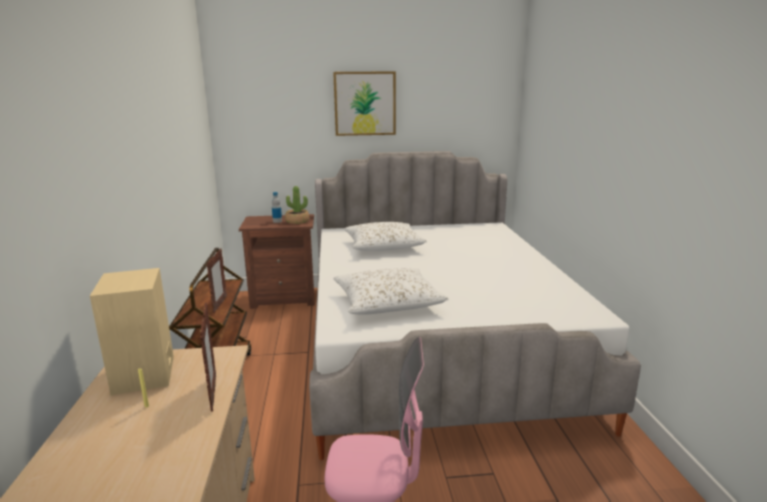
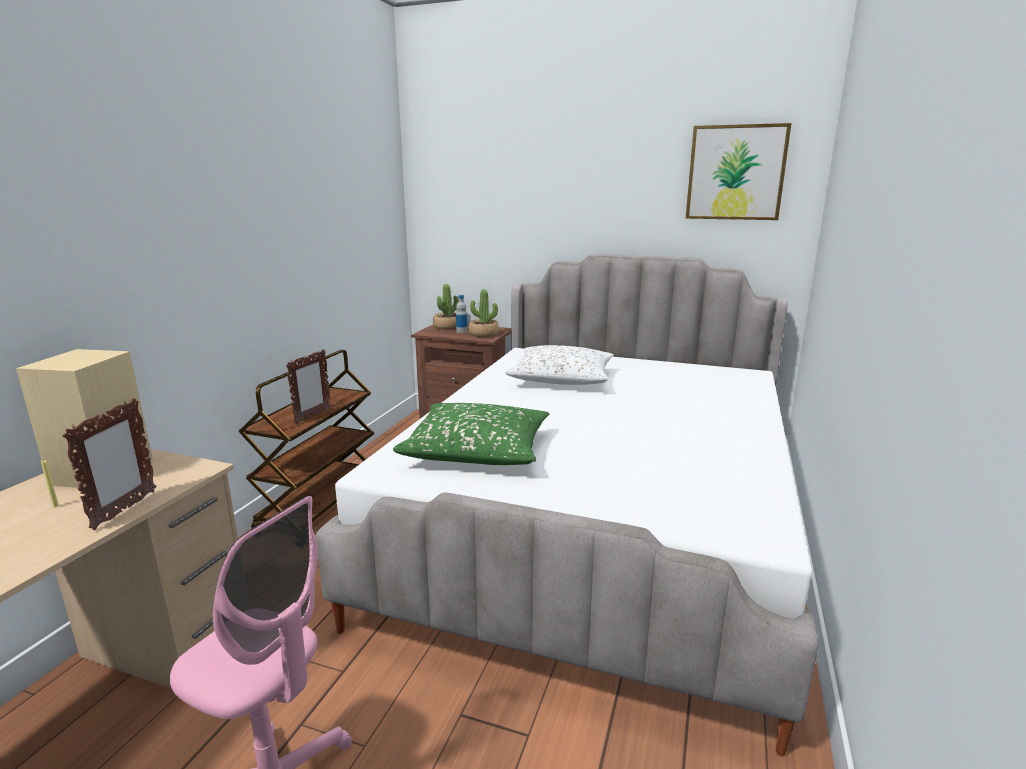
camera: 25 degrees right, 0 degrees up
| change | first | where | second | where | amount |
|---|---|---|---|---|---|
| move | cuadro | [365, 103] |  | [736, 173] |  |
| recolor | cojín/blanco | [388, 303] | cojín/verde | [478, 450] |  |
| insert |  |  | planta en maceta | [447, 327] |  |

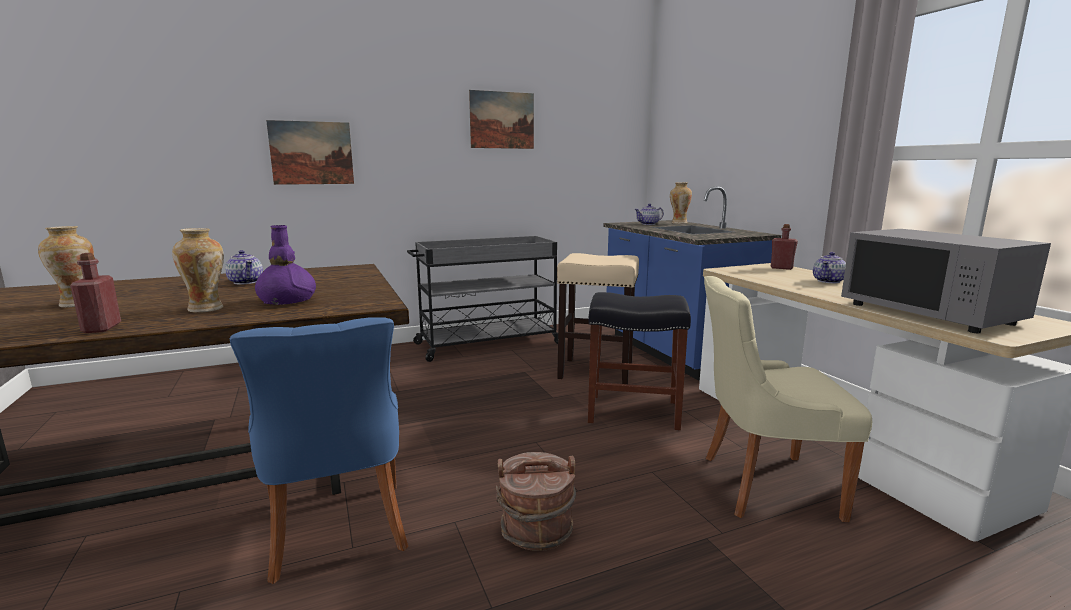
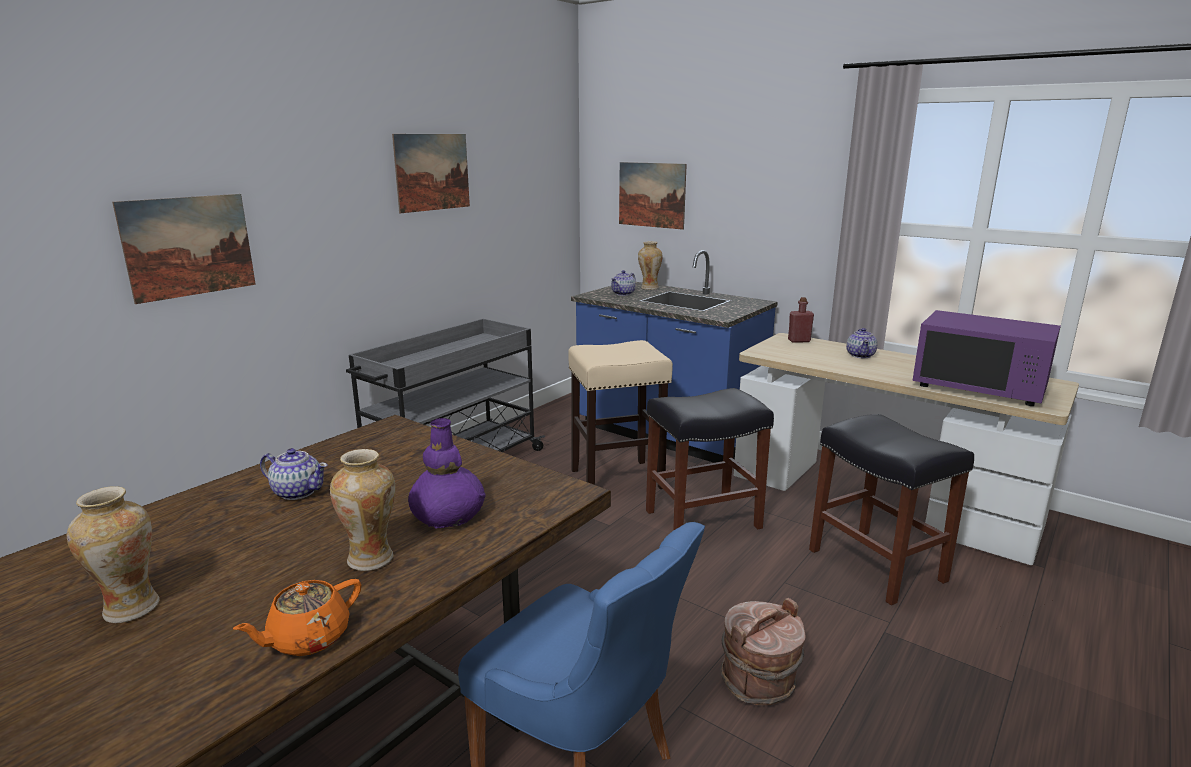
camera: 30 degrees left, 5 degrees up
| change | first | where | second | where | amount |
|---|---|---|---|---|---|
| replace | botella/rojo | [102, 328] | tetera/naranja | [308, 638] |  |
| replace | silla/beis | [763, 485] | taburete/negro | [874, 564] |  |
| recolor | microondas/gris | [929, 313] | microondas/morado | [979, 387] |  |
| insert |  |  | cuadro | [651, 195] |  |

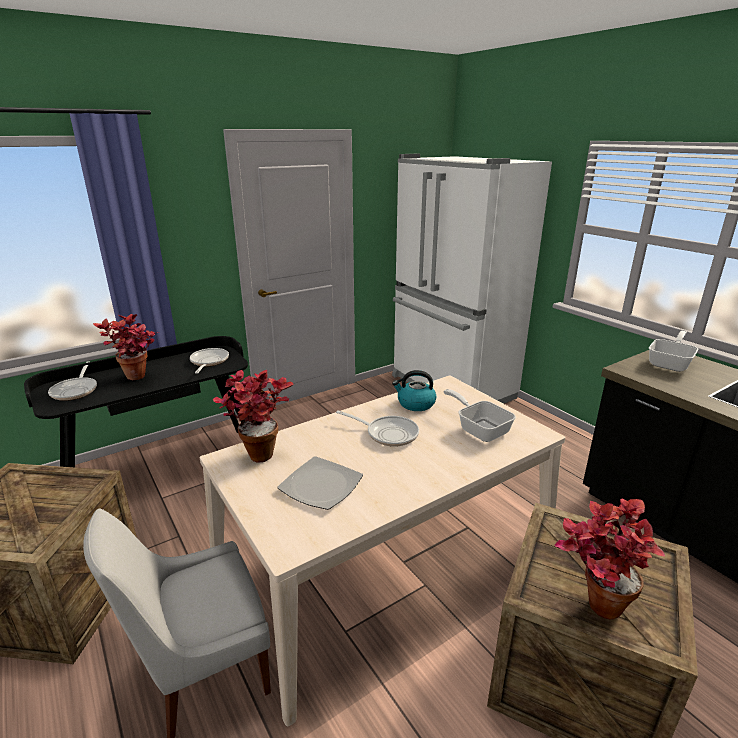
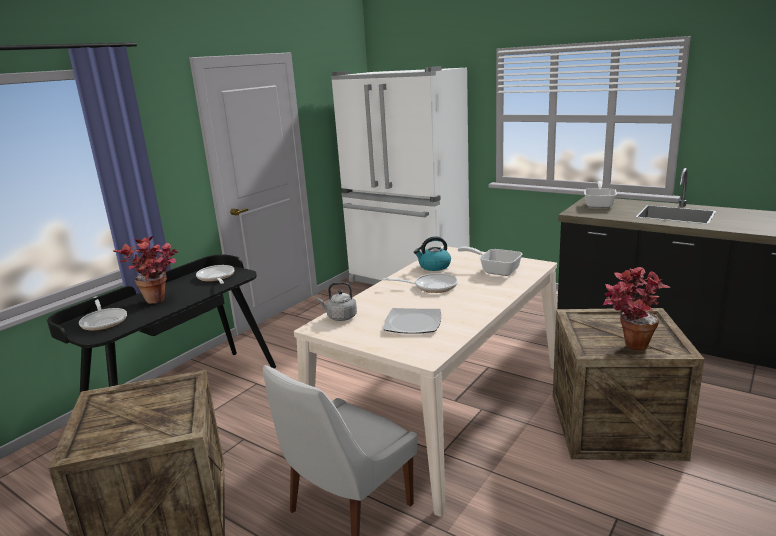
camera: 20 degrees left, 5 degrees down
| change | first | where | second | where | amount |
|---|---|---|---|---|---|
| replace | planta en maceta | [258, 451] | hervidor/gris | [340, 317] |  |

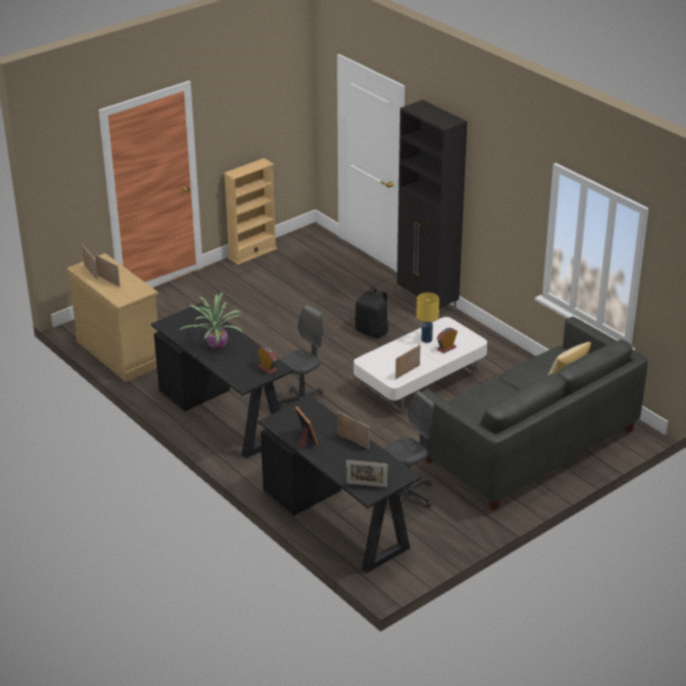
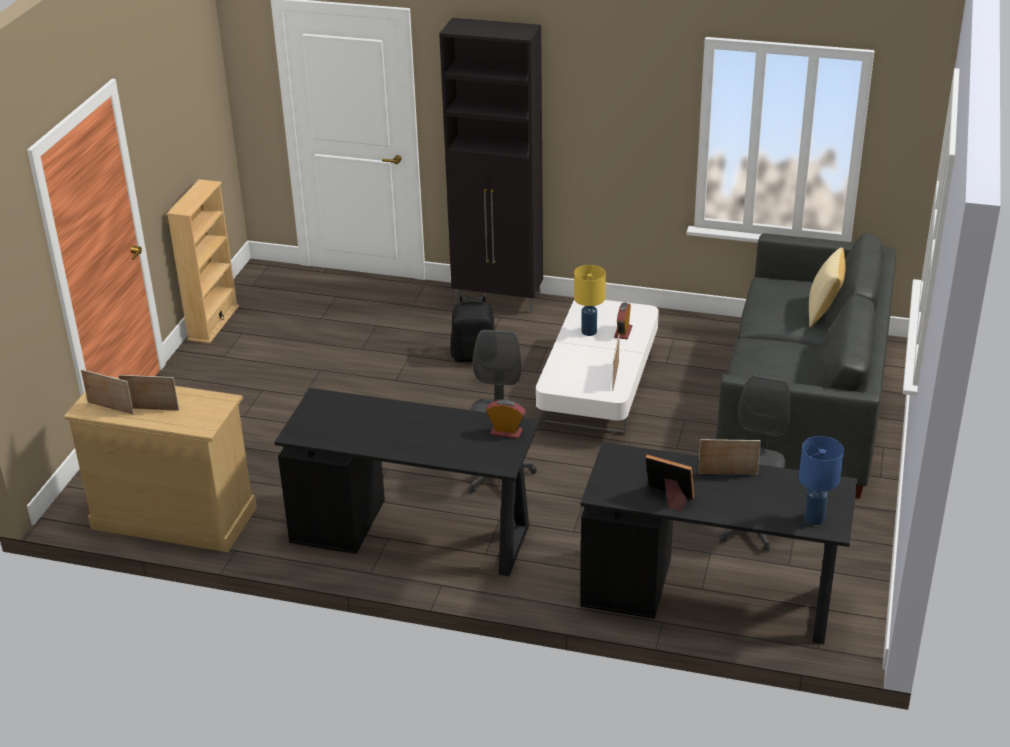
camera: 35 degrees left, 0 degrees up
| change | first | where | second | where | amount |
|---|---|---|---|---|---|
| delete | planta en maceta | [216, 345] |  |  |  |
| replace | portarretratos | [366, 485] | lámpara de mesa/azul | [814, 518] |  |

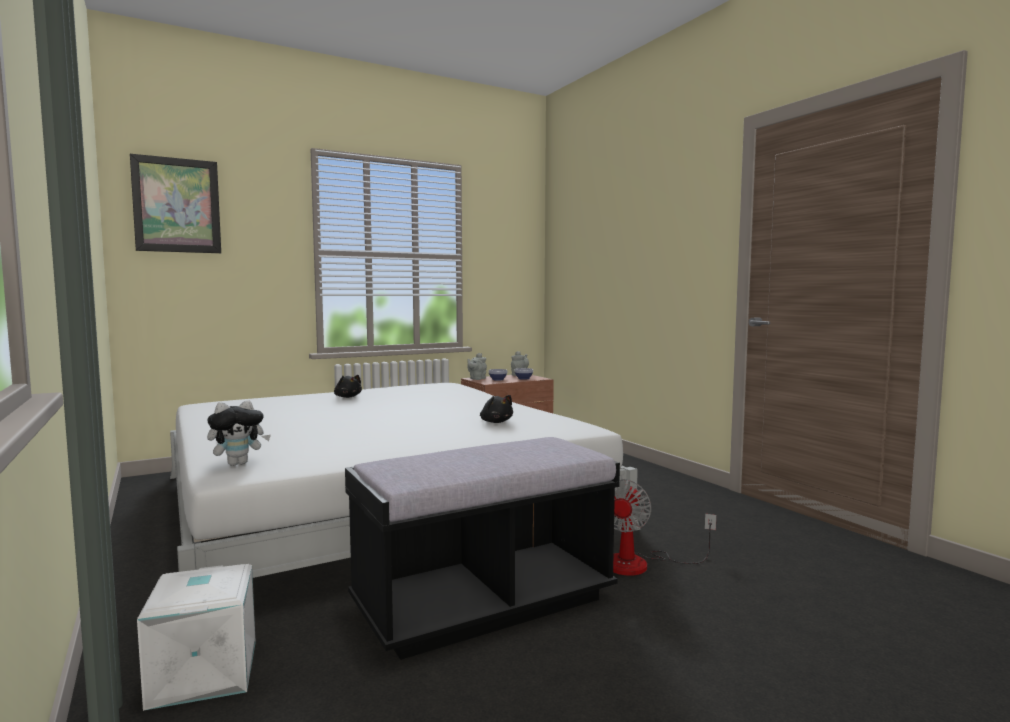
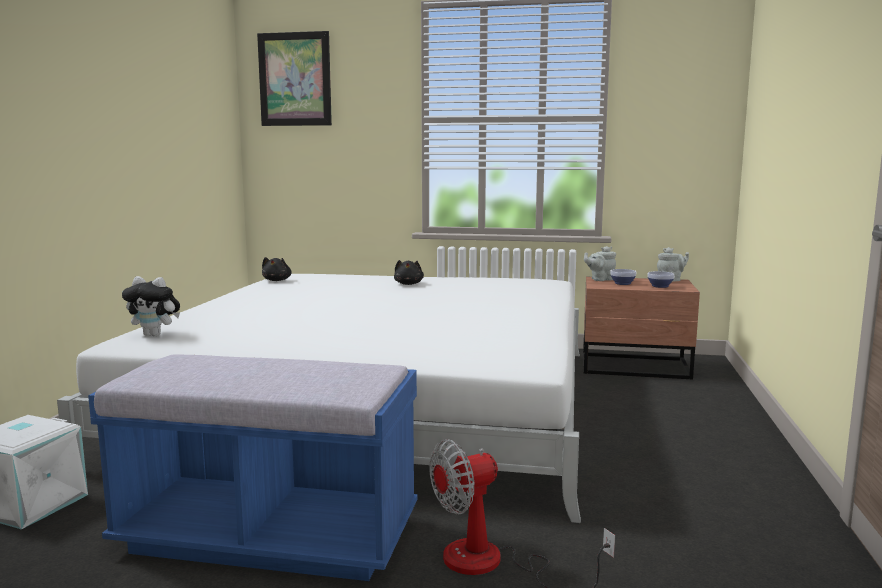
camera: 40 degrees right, 5 degrees up
| change | first | where | second | where | amount |
|---|---|---|---|---|---|
| recolor | banco/negro | [484, 604] | banco/azul | [269, 536] |  |
| move | peluche/negro | [496, 422] |  | [277, 280] |  |

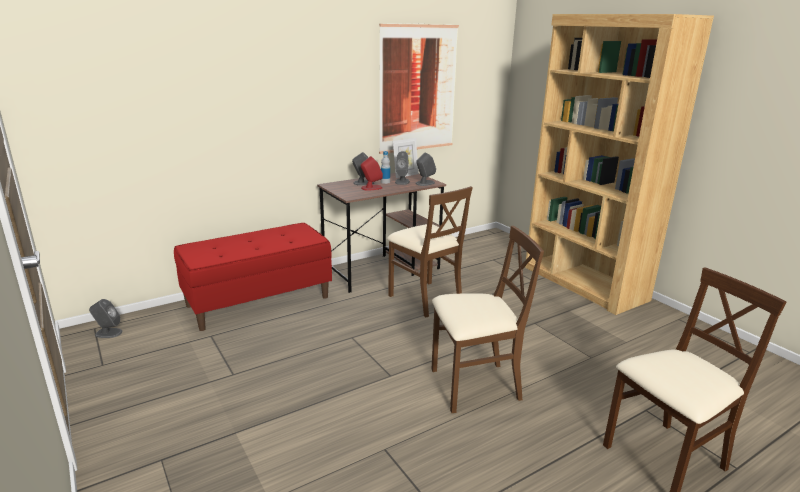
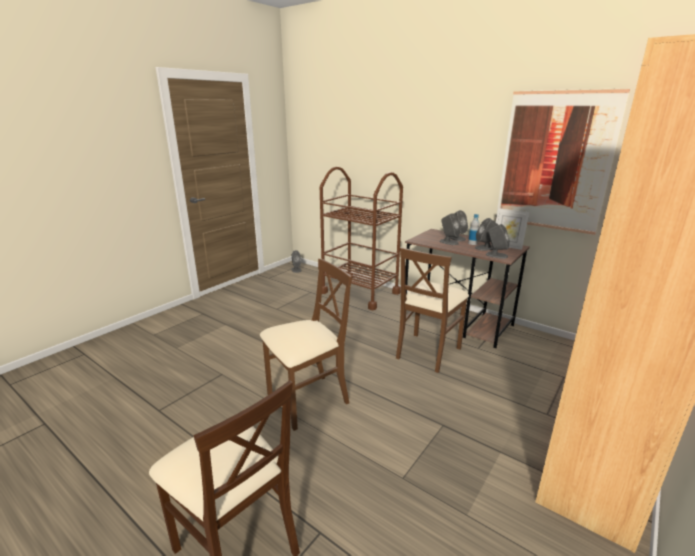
camera: 70 degrees right, 0 degrees up
| change | first | where | second | where | amount |
|---|---|---|---|---|---|
| replace | banco/rojo | [258, 301] | carrito/marrón | [360, 292] |  |
| recolor | altavoz/rojo | [371, 188] | altavoz/gris | [448, 242] |  |
| rotate | silla/marrón | [474, 386] |  | [307, 400] | 90 degrees counterclockwise |

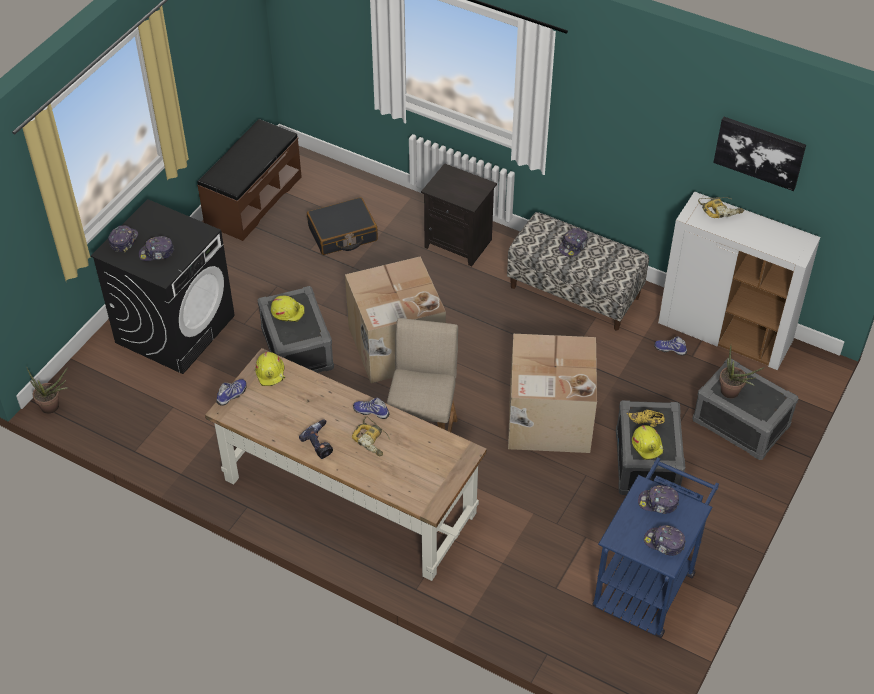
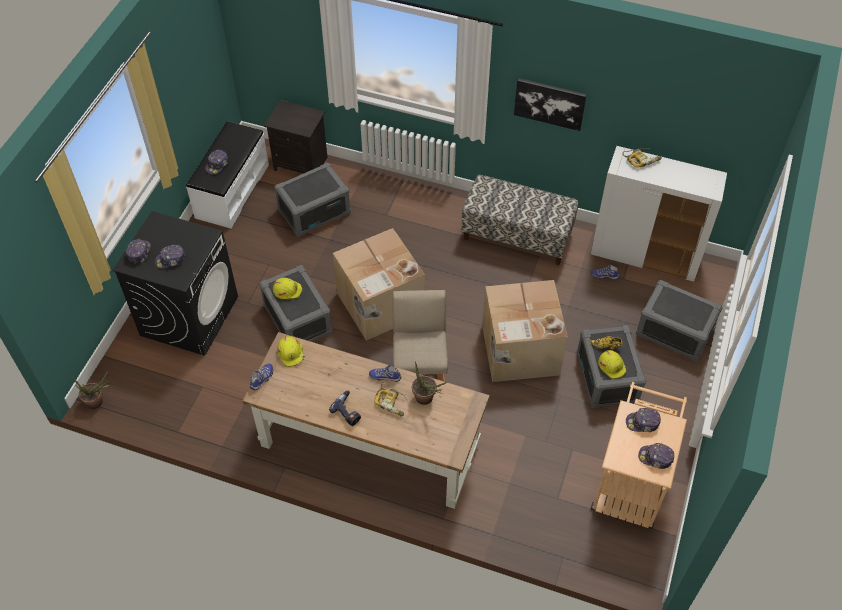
camera: 10 degrees left, 5 degrees up
| change | first | where | second | where | amount |
|---|---|---|---|---|---|
| recolor | banco/marrón | [252, 200] | banco/blanco | [231, 191] |  |
| replace | maleta/negro | [342, 234] | caja de almacenaje/gris | [314, 211] |  |
| move | mesita de noche/negro | [459, 243] |  | [301, 163] |  |
| move | gorra | [573, 246] |  | [217, 165] |  |
| recolor | carrito/azul | [647, 582] | carrito/beis | [630, 481] |  |
| move | cuadro | [759, 152] |  | [550, 103] |  |
| move | planta en maceta | [732, 394] |  | [427, 400] |  |

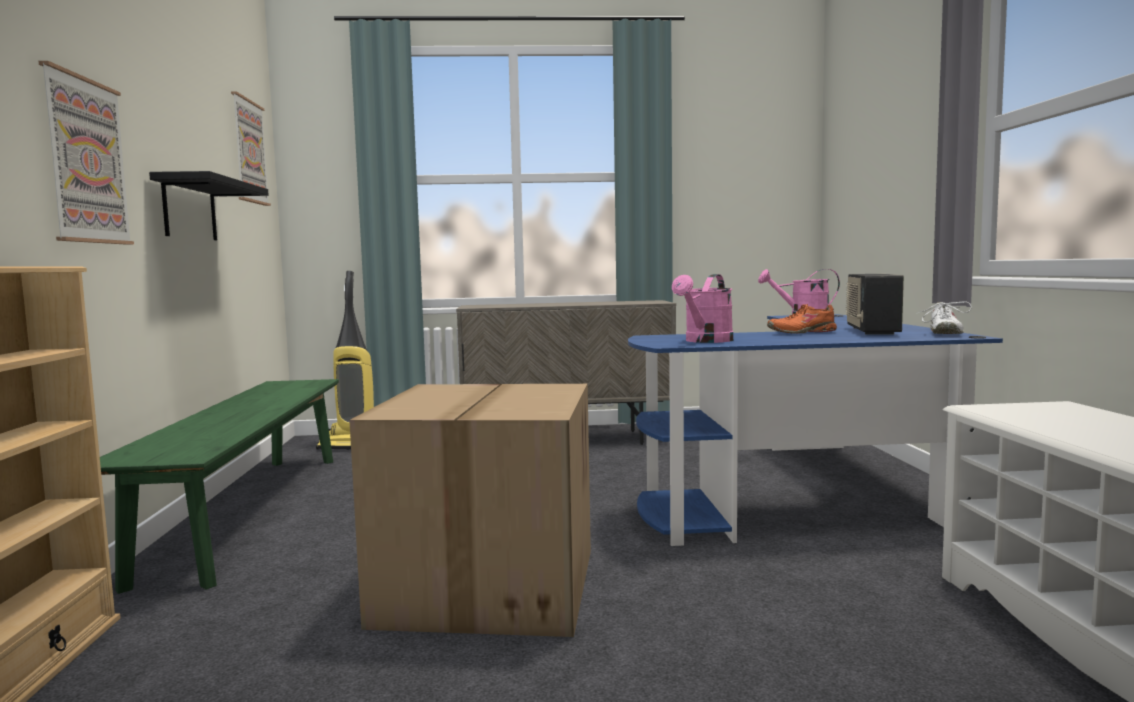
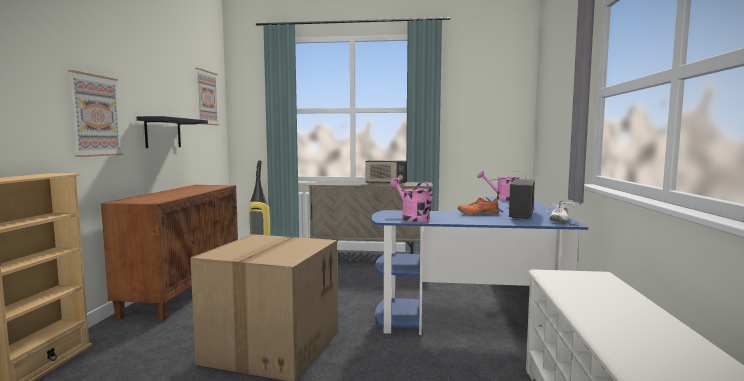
camera: 10 degrees right, 0 degrees up
| change | first | where | second | where | amount |
|---|---|---|---|---|---|
| replace | banco/verde | [250, 511] | armario/marrón | [184, 290] |  |
| rotate | regadera/rosa | [705, 341] |  | [411, 218] | 105 degrees clockwise |
| insert |  |  | radio | [386, 183] |  |

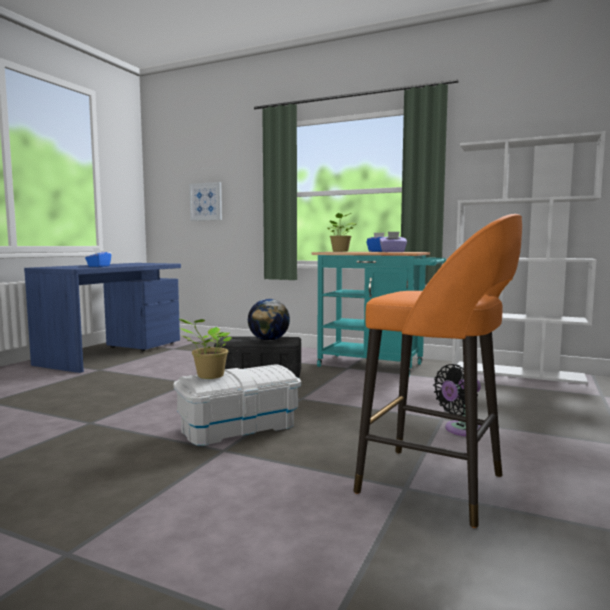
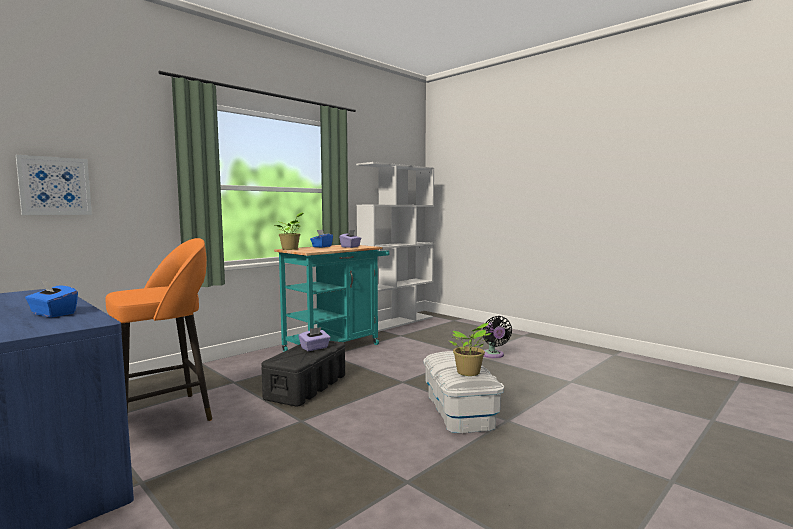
camera: 70 degrees left, 0 degrees up
| change | first | where | second | where | amount |
|---|---|---|---|---|---|
| replace | globo terráqueo | [269, 340] | caja de pañuelos/morado | [314, 348] |  |
| move | taburete/naranja | [435, 485] |  | [164, 416] |  |

